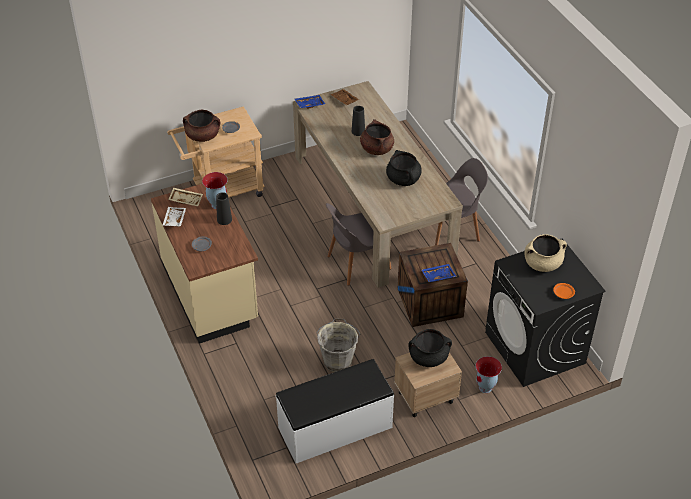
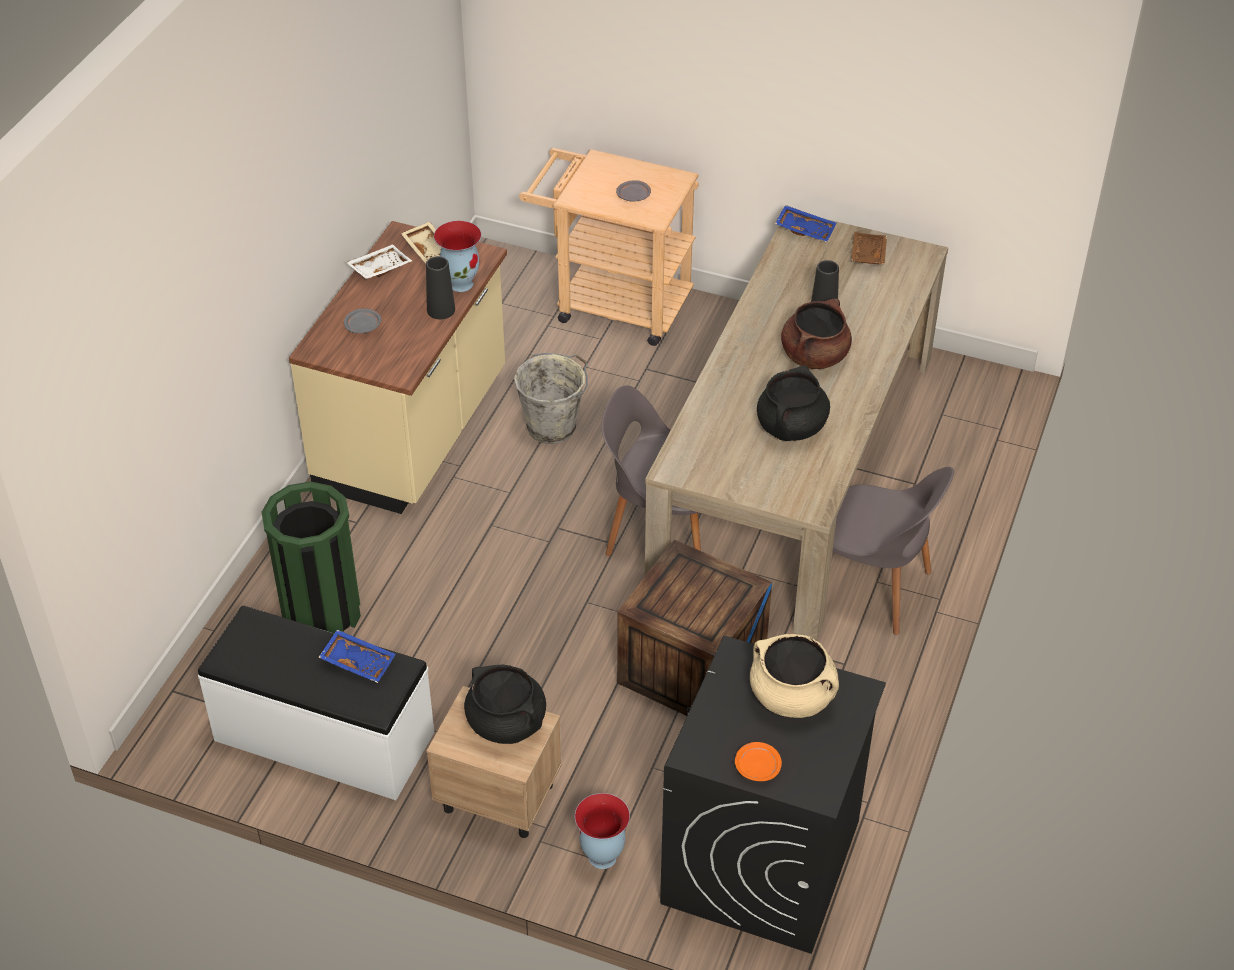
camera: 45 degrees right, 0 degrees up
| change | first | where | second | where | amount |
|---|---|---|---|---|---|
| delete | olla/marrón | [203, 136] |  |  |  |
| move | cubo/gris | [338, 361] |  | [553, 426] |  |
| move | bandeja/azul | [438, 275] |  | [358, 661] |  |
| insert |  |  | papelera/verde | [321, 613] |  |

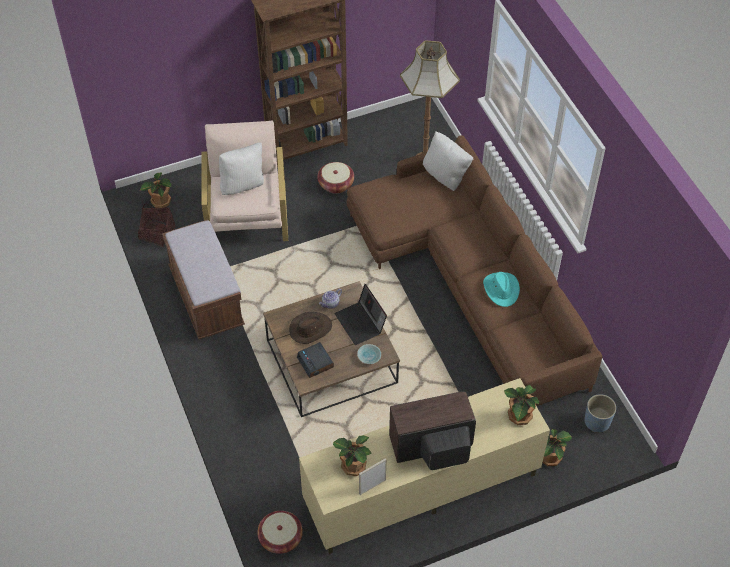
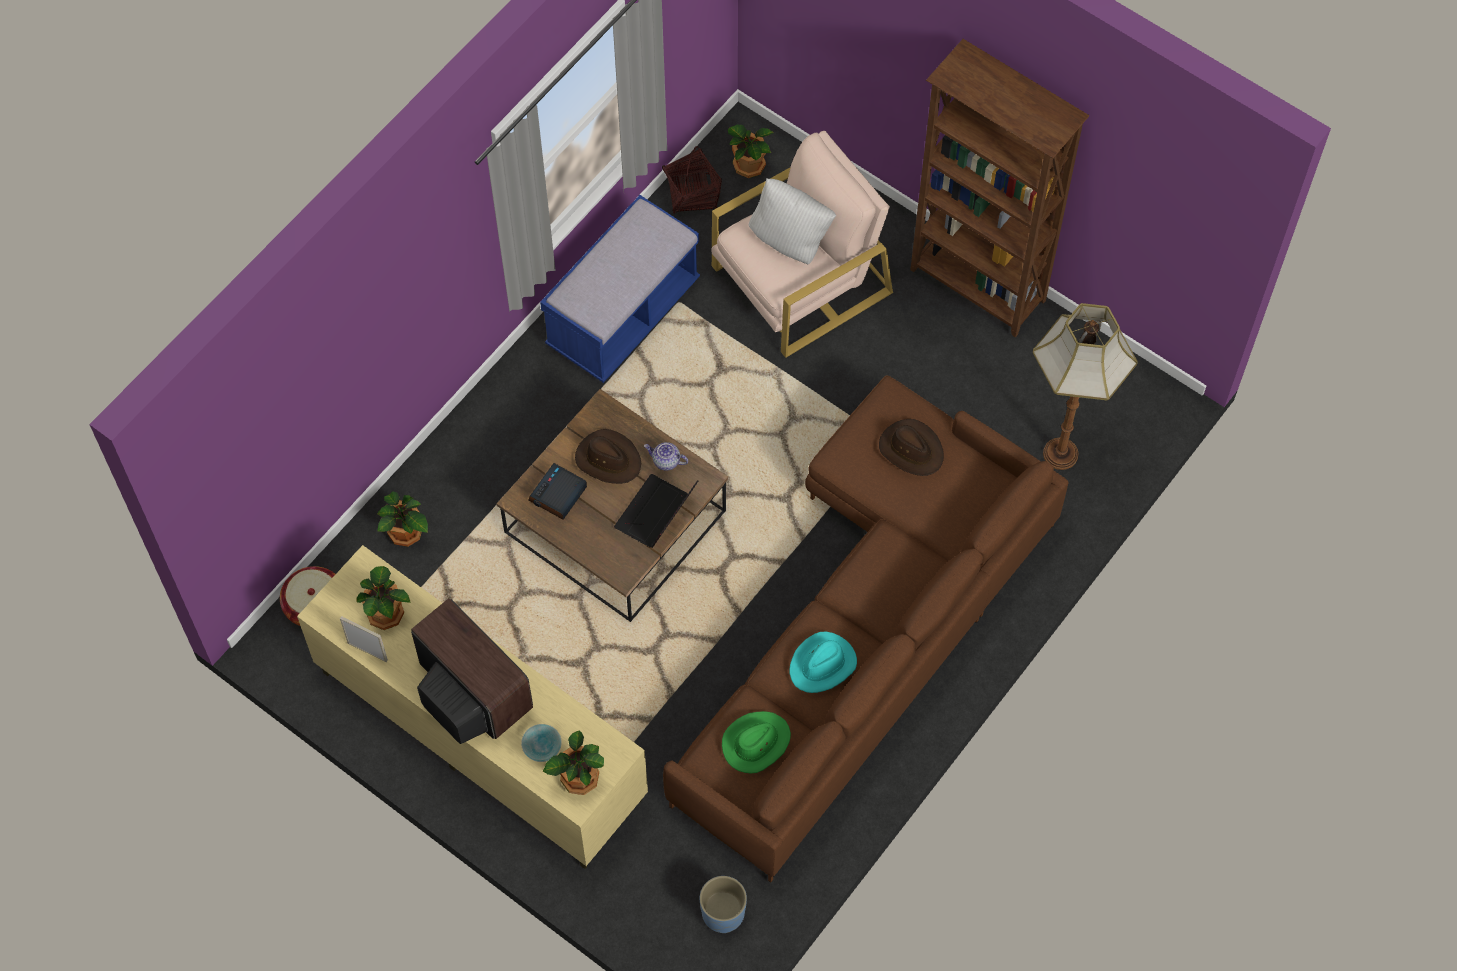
camera: 60 degrees right, 10 degrees up
| change | first | where | second | where | amount |
|---|---|---|---|---|---|
| recolor | banco/marrón | [206, 298] | banco/azul | [623, 314] |  |
| delete | cesta | [336, 184] |  |  |  |
| move | cuenco/turquesa | [369, 356] |  | [542, 745] |  |
| delete | cojín/blanco | [446, 177] |  |  |  |
| move | planta en maceta | [551, 457] |  | [406, 534] |  |
| insert |  |  | sombrero/verde | [756, 743] |  |
| insert |  |  | sombrero/marrón | [911, 449] |  |

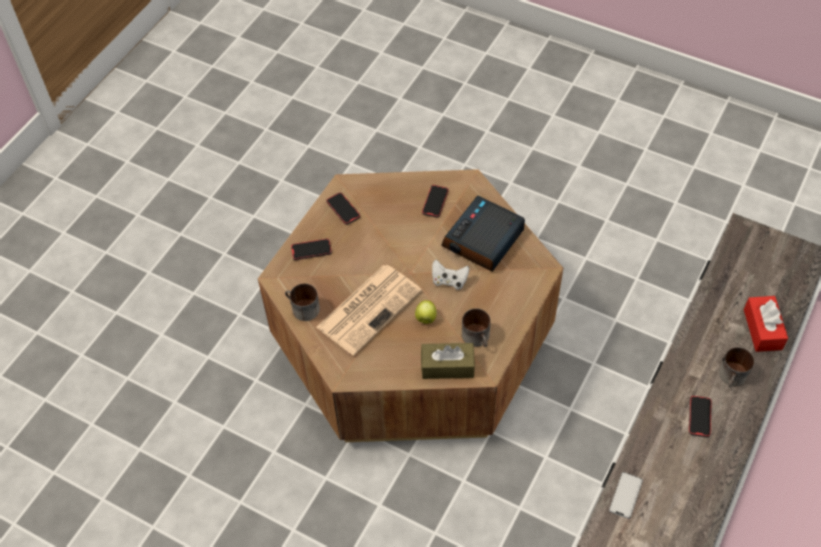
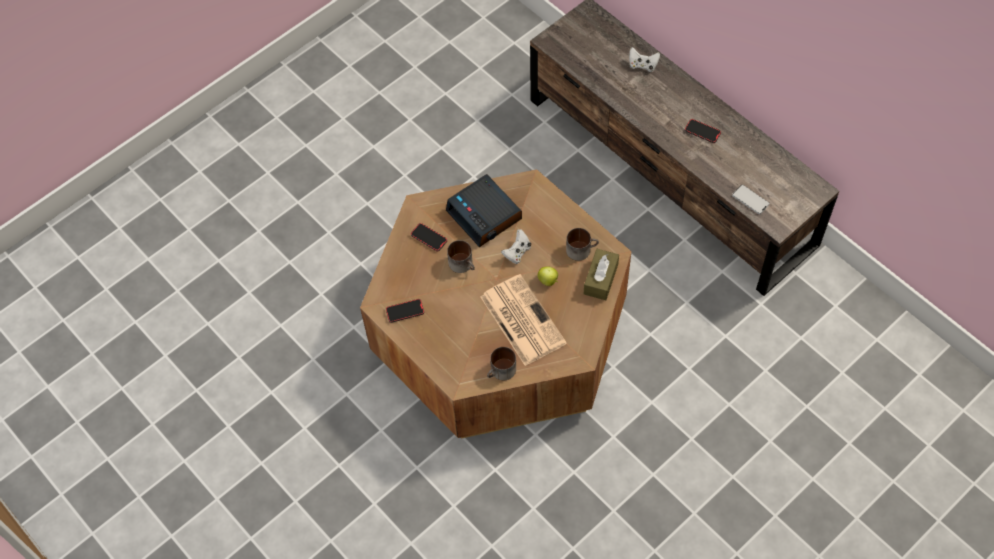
camera: 70 degrees left, 5 degrees up
| change | first | where | second | where | amount |
|---|---|---|---|---|---|
| delete | móvil | [311, 250] |  |  |  |
| move | taza grande | [733, 377] |  | [463, 264] |  |
| replace | caja de pañuelos/rojo | [762, 329] | mando de consola/blanco | [642, 65] |  |

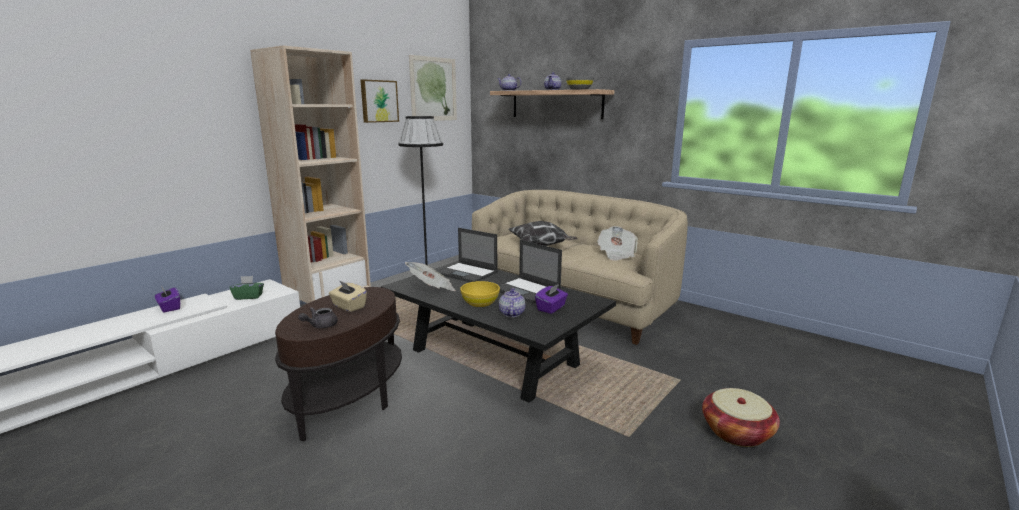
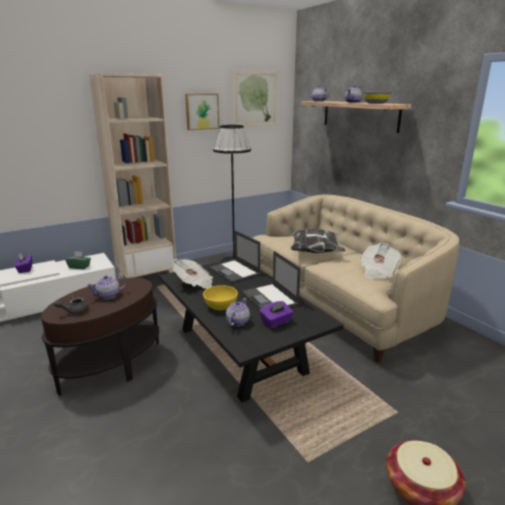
camera: 20 degrees right, 5 degrees up
| change | first | where | second | where | amount |
|---|---|---|---|---|---|
| replace | caja de pañuelos/beis | [348, 306] | tetera | [108, 295] |  |

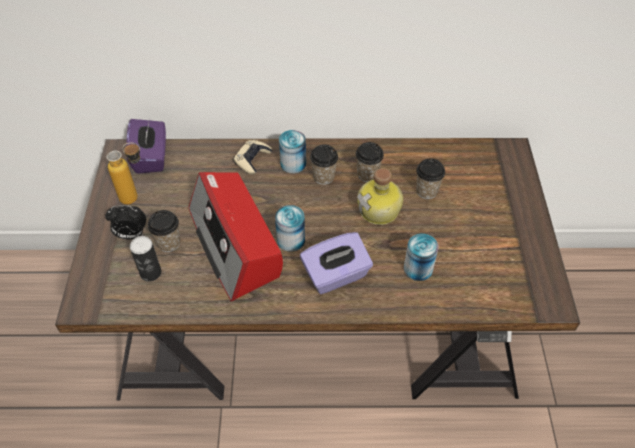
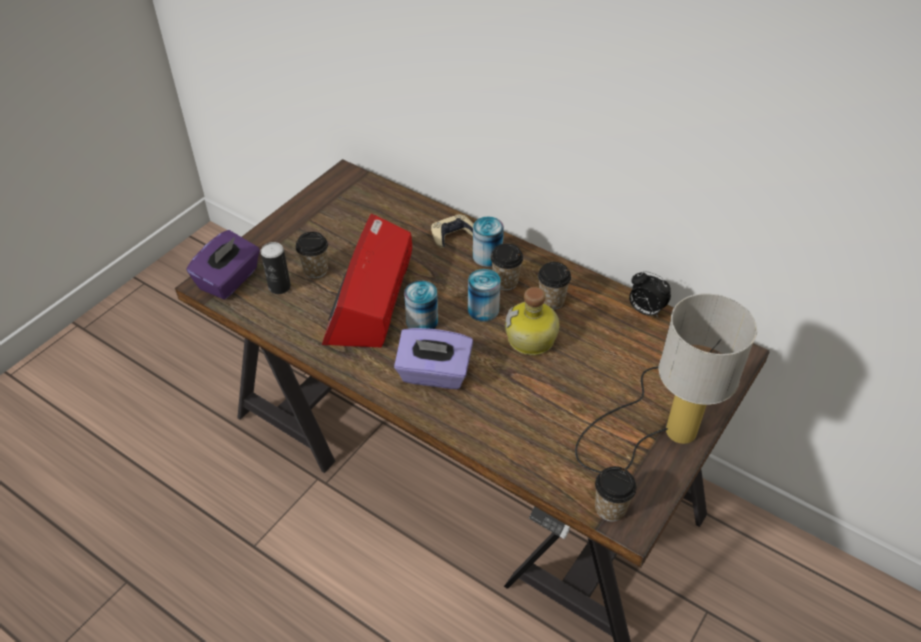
camera: 35 degrees right, 5 degrees down
| change | first | where | second | where | amount |
|---|---|---|---|---|---|
| move | despertador | [131, 235] |  | [645, 311] |  |
| delete | botella | [136, 197] |  |  |  |
| move | caja de pañuelos/morado | [151, 157] |  | [229, 280] |  |
| move | lata | [418, 268] |  | [483, 310] |  |
| move | taza | [426, 191] |  | [610, 508] |  |
| insert |  |  | lámpara de mesa | [659, 426] |  |

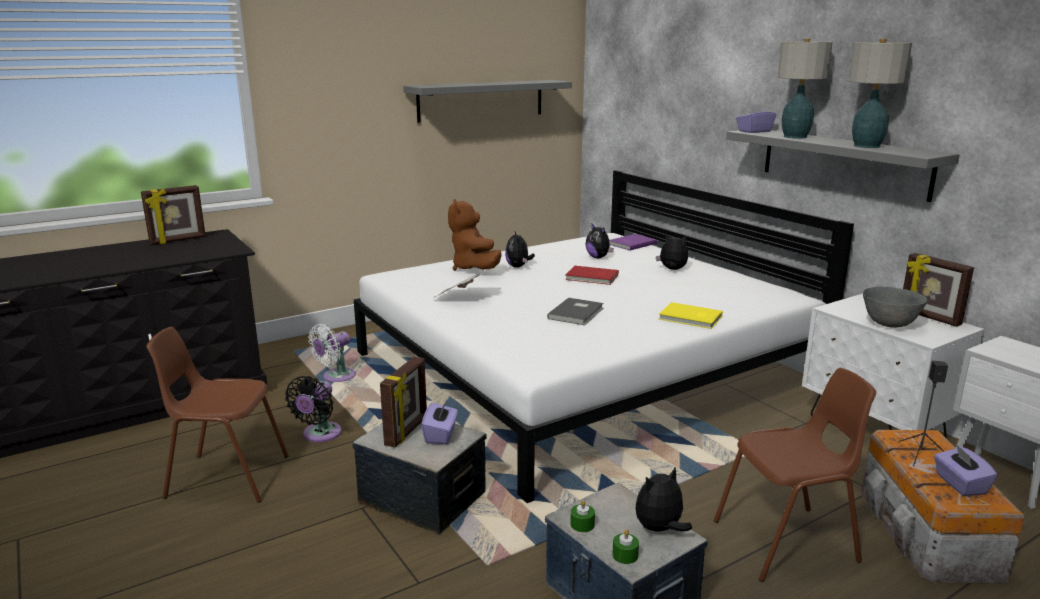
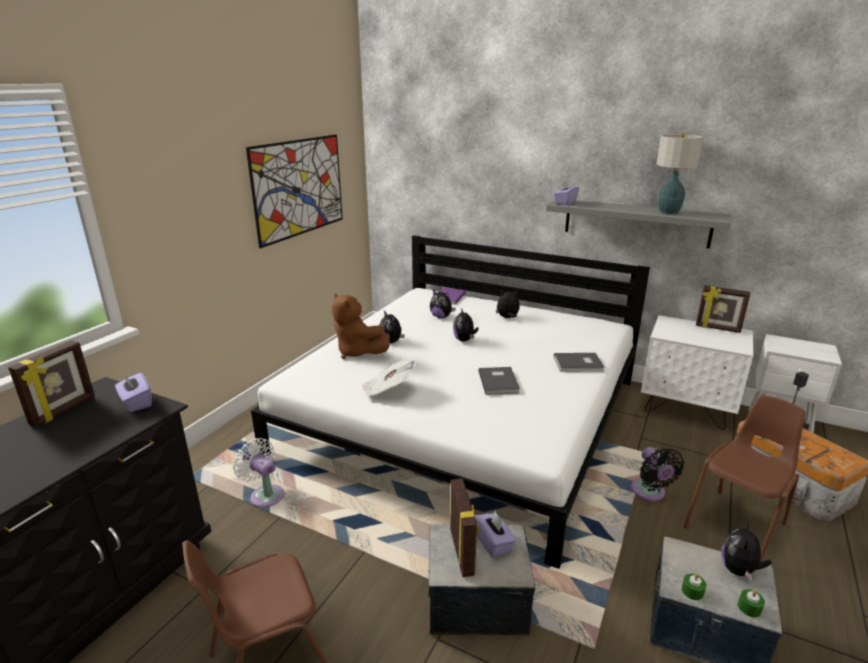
camera: 30 degrees left, 5 degrees up
| change | first | where | second | where | amount |
|---|---|---|---|---|---|
| move | ventilador/negro | [319, 435] |  | [649, 493] |  |
| rotate | ventilador/blanco | [336, 377] |  | [265, 495] | 120 degrees clockwise |
| replace | estante/gris | [481, 100] | cuadro | [299, 187] |  |
| replace | libro/rojo | [592, 277] | peluche | [464, 340] |  |
| recolor | libro/amarillo | [691, 318] | libro/gris | [579, 364] |  |
| delete | lámpara de mesa | [794, 137] |  |  |  |
| delete | cuenco/gris | [889, 325] |  |  |  |
| move | caja de pañuelos/morado | [960, 484] |  | [136, 403] |  |

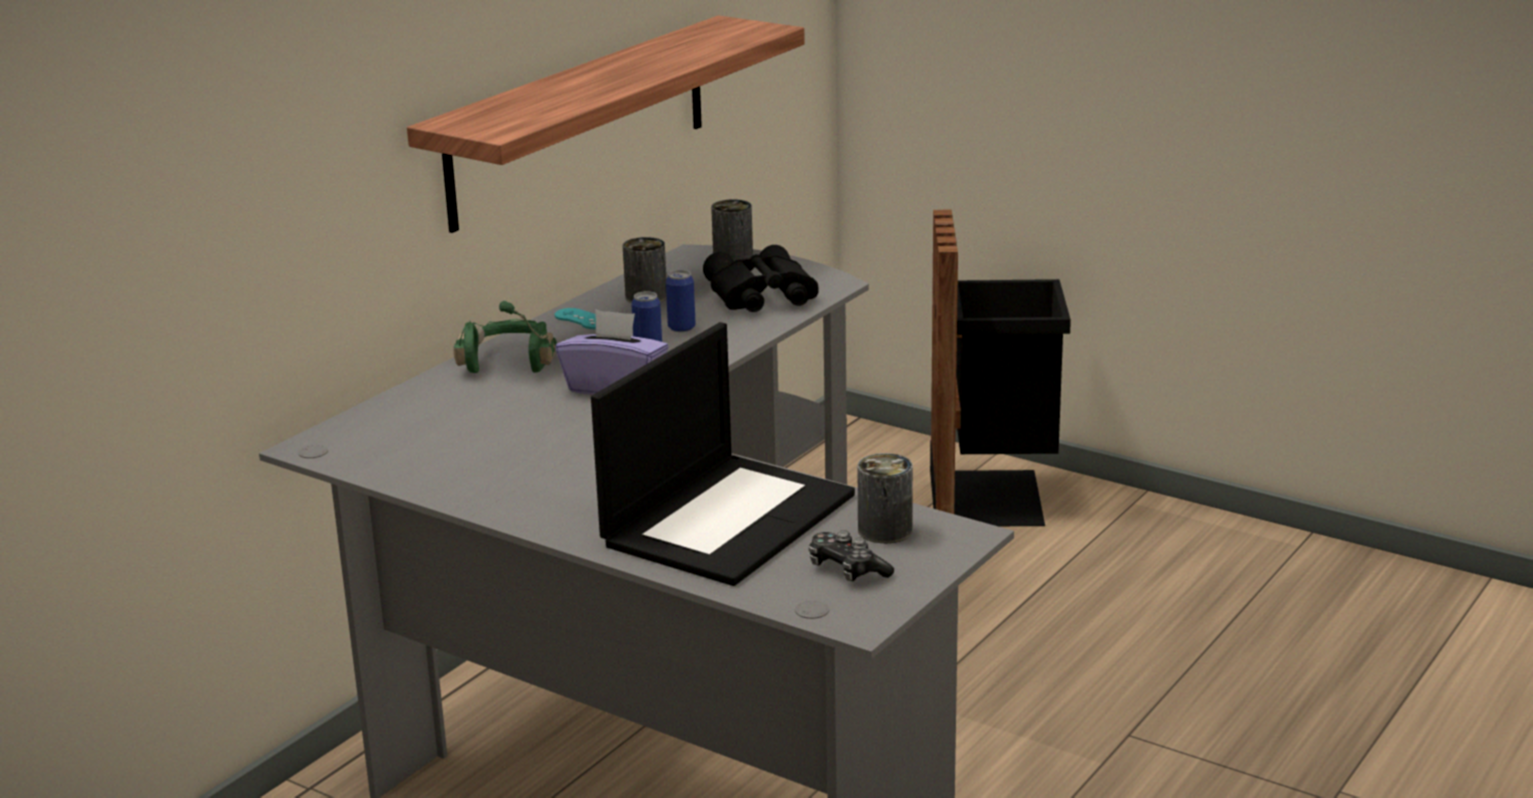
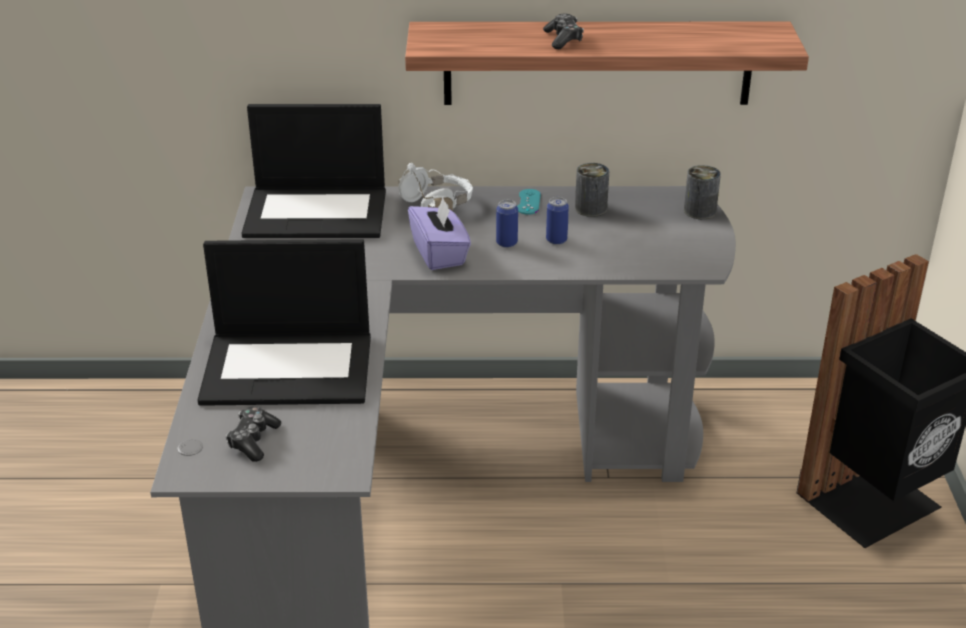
camera: 55 degrees right, 10 degrees up
| change | first | where | second | where | amount |
|---|---|---|---|---|---|
| recolor | auriculares/verde | [509, 362] | auriculares/blanco | [437, 206] |  |
| delete | prismáticos/negro | [759, 296] |  |  |  |
| delete | lata | [885, 530] |  |  |  |
| insert |  |  | portátil | [318, 212] |  |
| insert |  |  | mando de consola | [563, 39] |  |

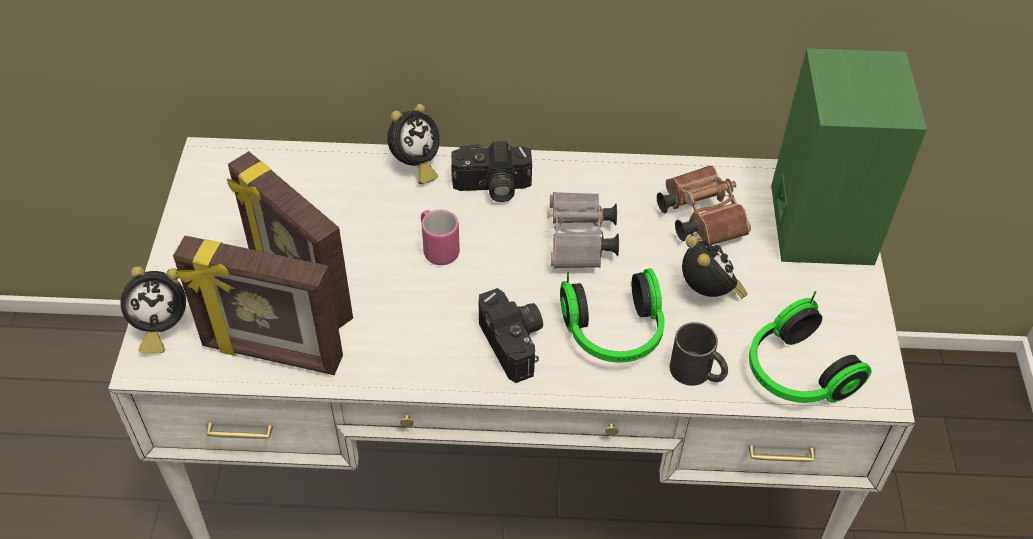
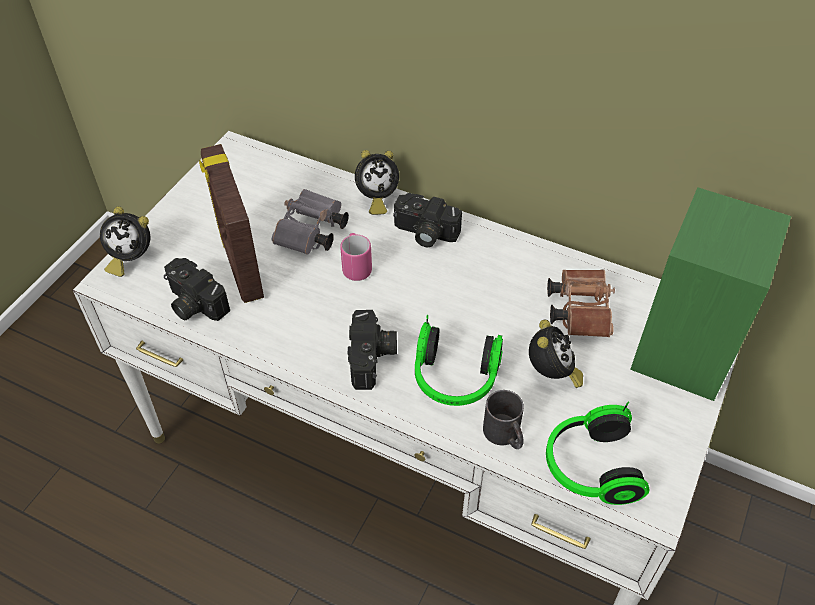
camera: 25 degrees right, 0 degrees up
| change | first | where | second | where | amount |
|---|---|---|---|---|---|
| replace | portarretratos | [272, 354] | cámara | [193, 304] |  |
| move | prismáticos/gris | [579, 243] |  | [311, 234] |  |

